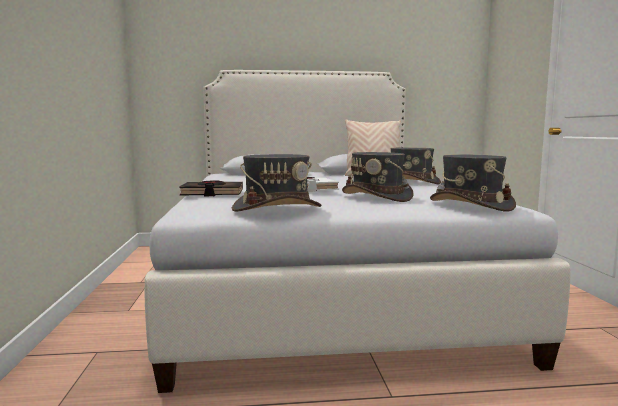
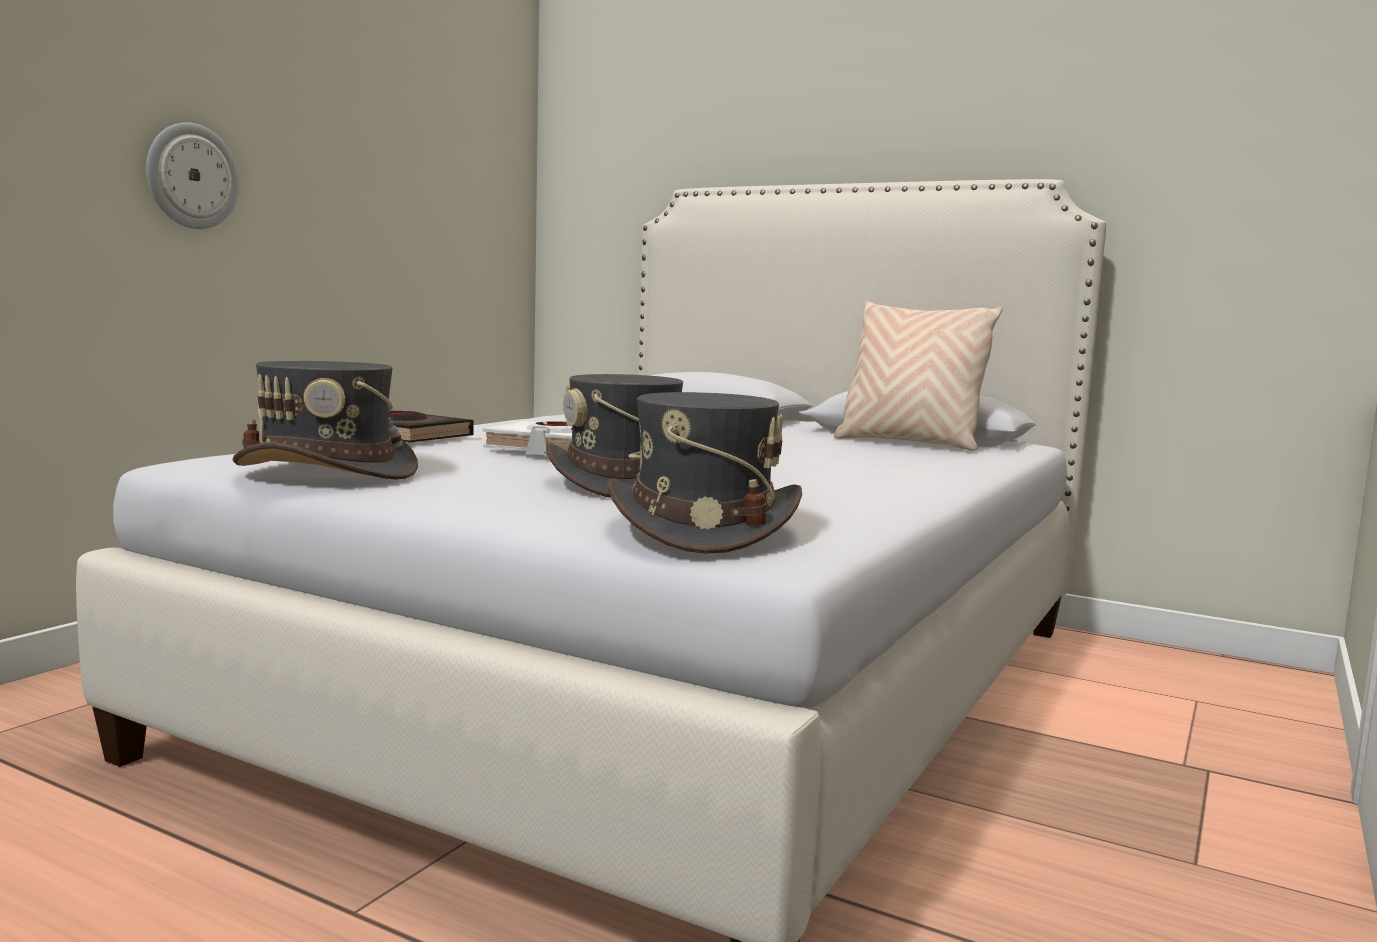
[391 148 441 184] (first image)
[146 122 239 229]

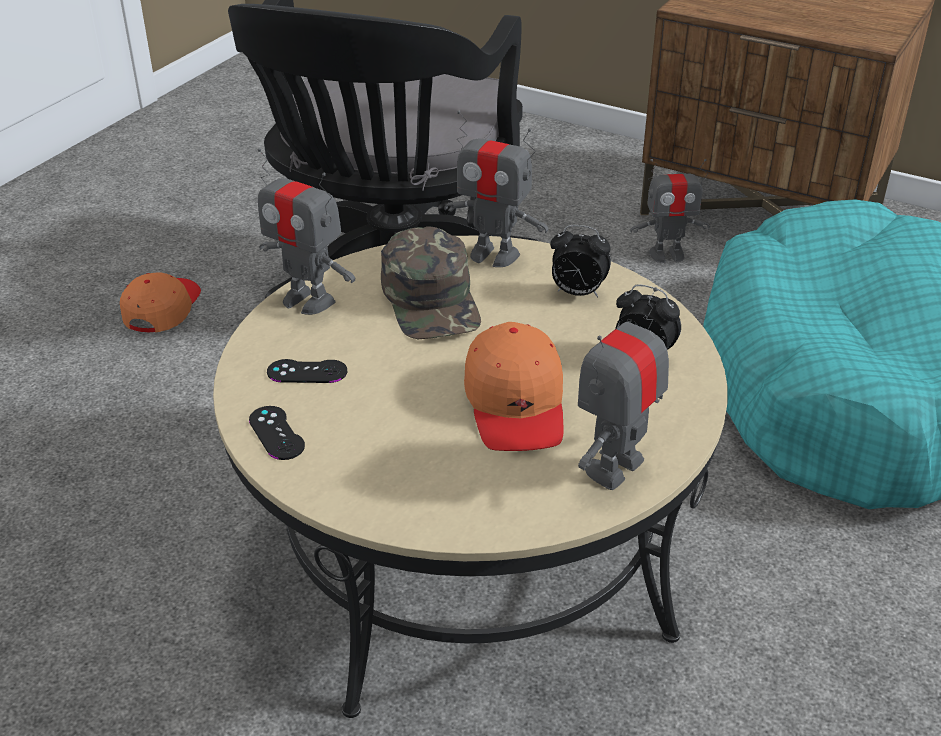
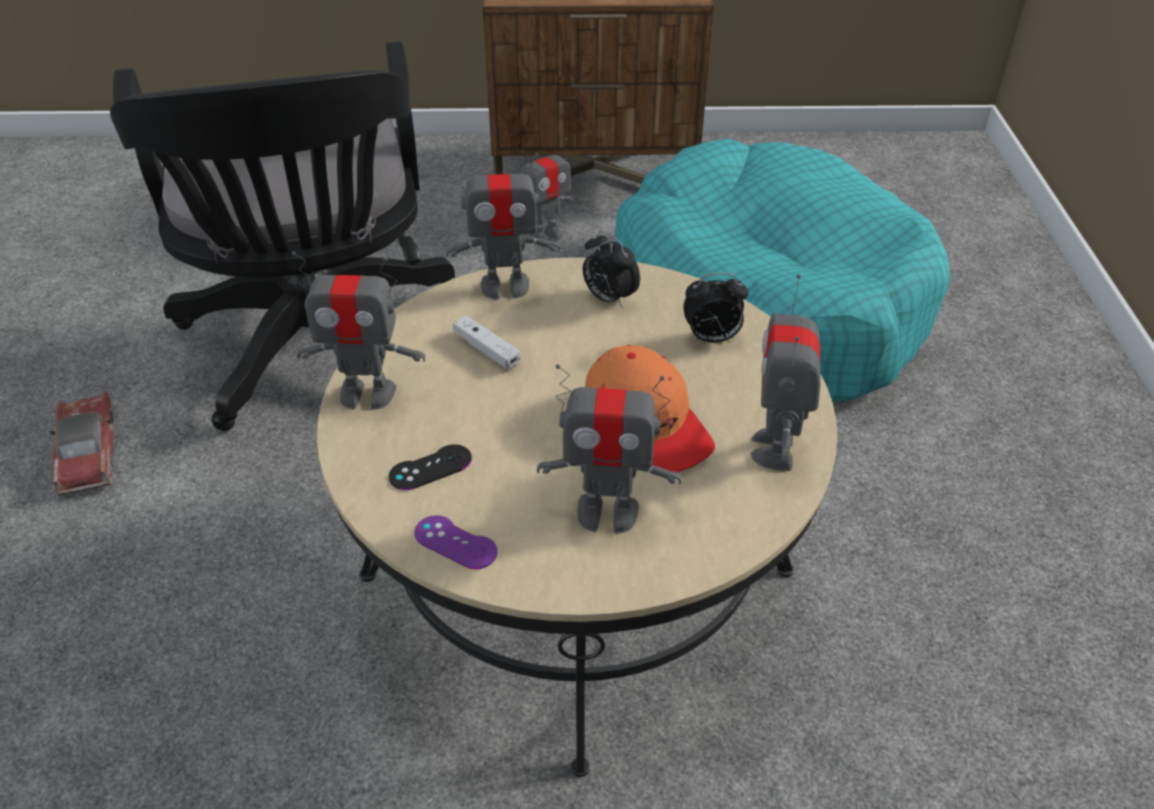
[537 364 682 534]
[49 391 114 496]
[453 315 520 370]
[414 515 497 569]
[583 230 640 308]

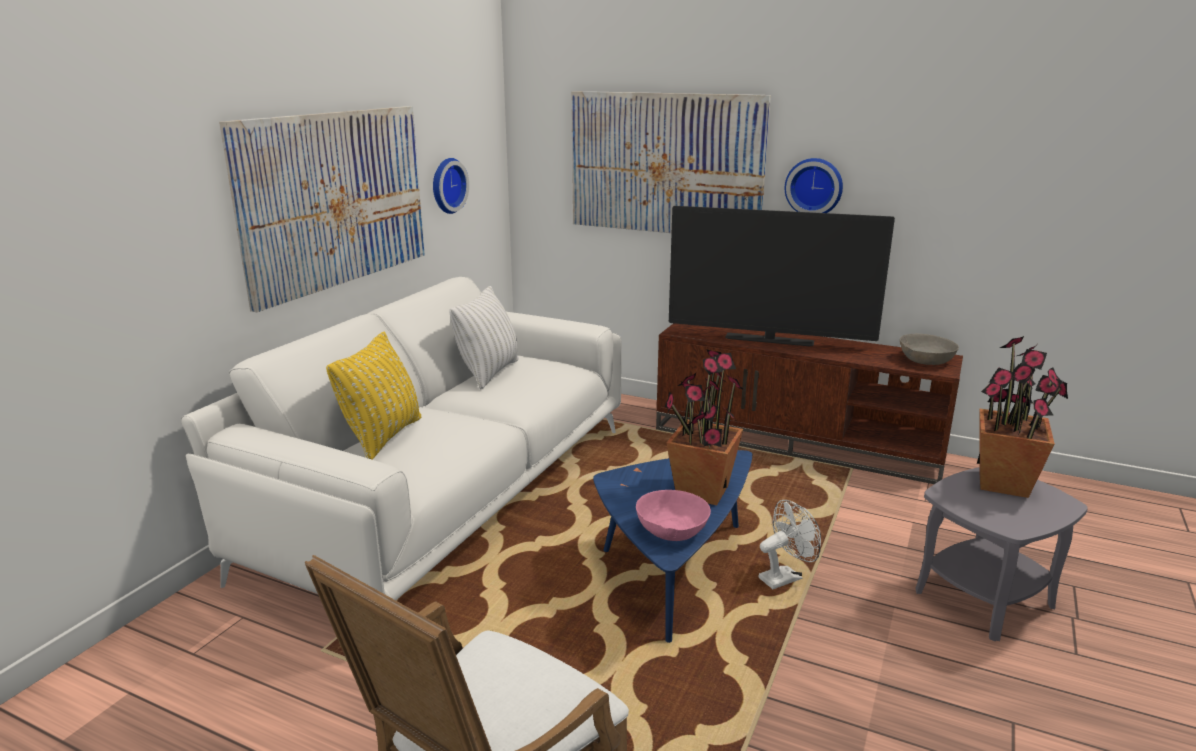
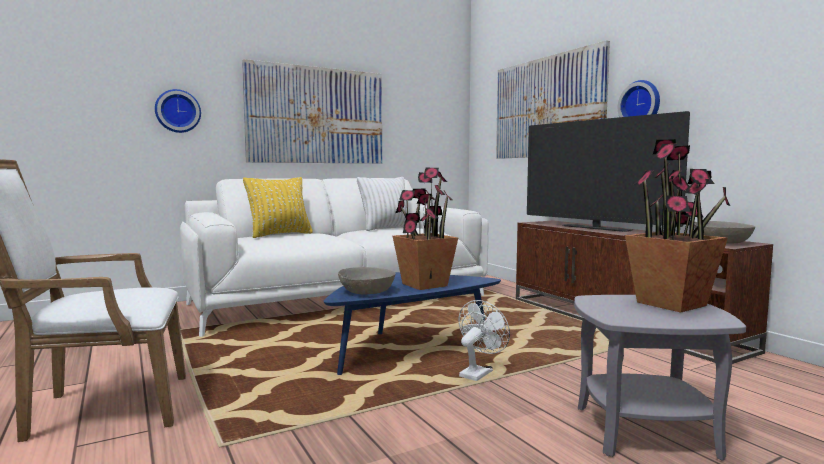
[155 89 201 133]
[338 267 395 294]
[459 300 510 381]

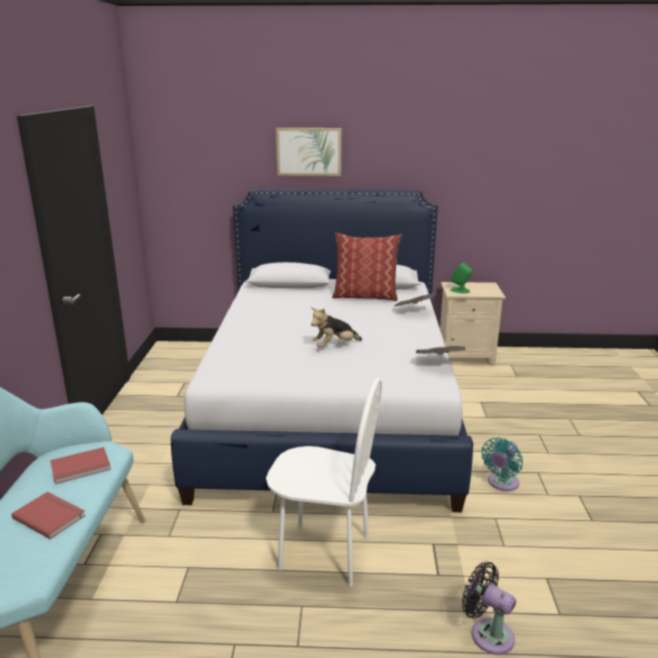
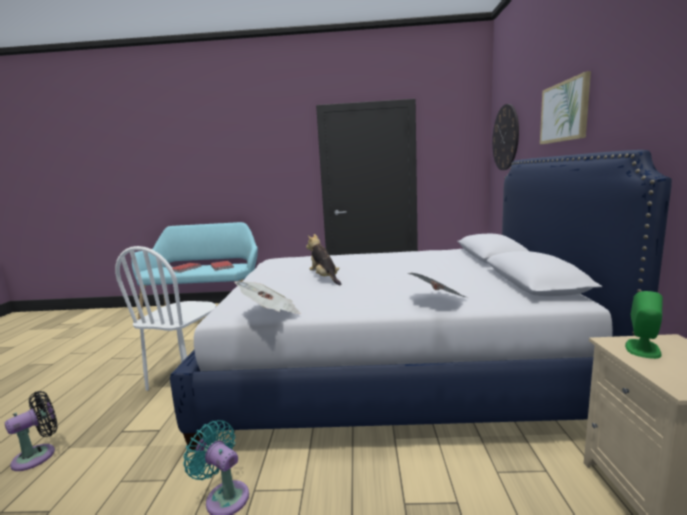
[332 233 402 301] (first image)
[492 104 519 170]

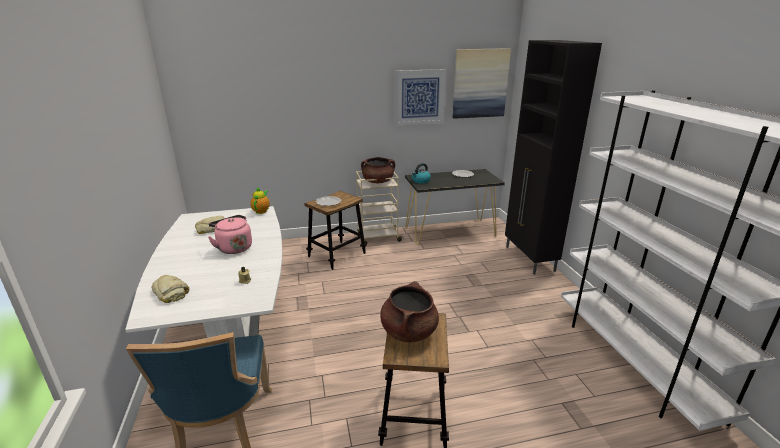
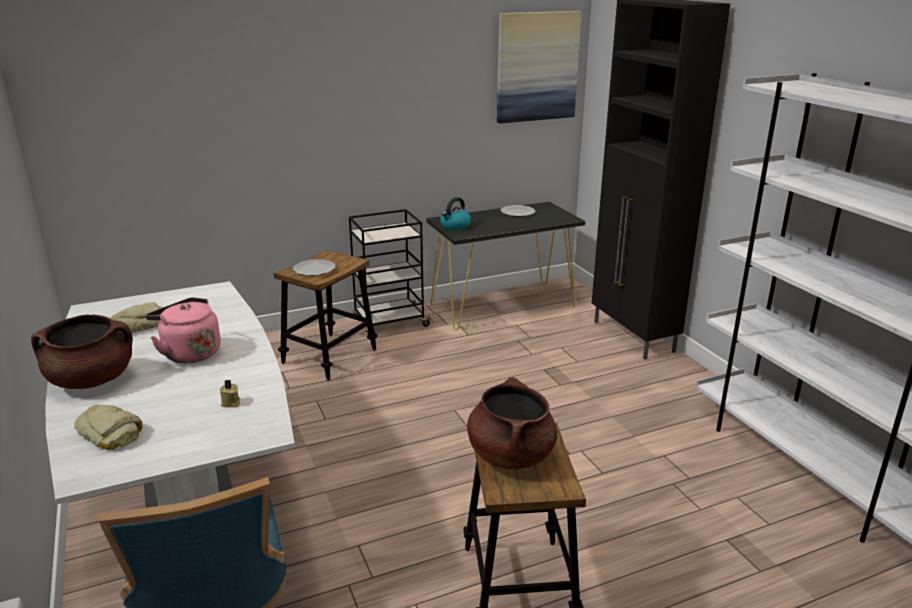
[250 188 270 214] (first image)
[394 69 447 125] (first image)
[31 314 133 389]
[349 209 433 335]

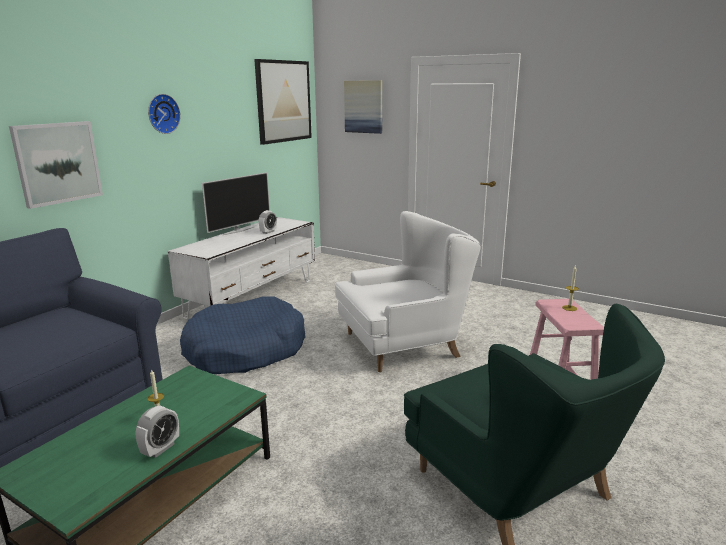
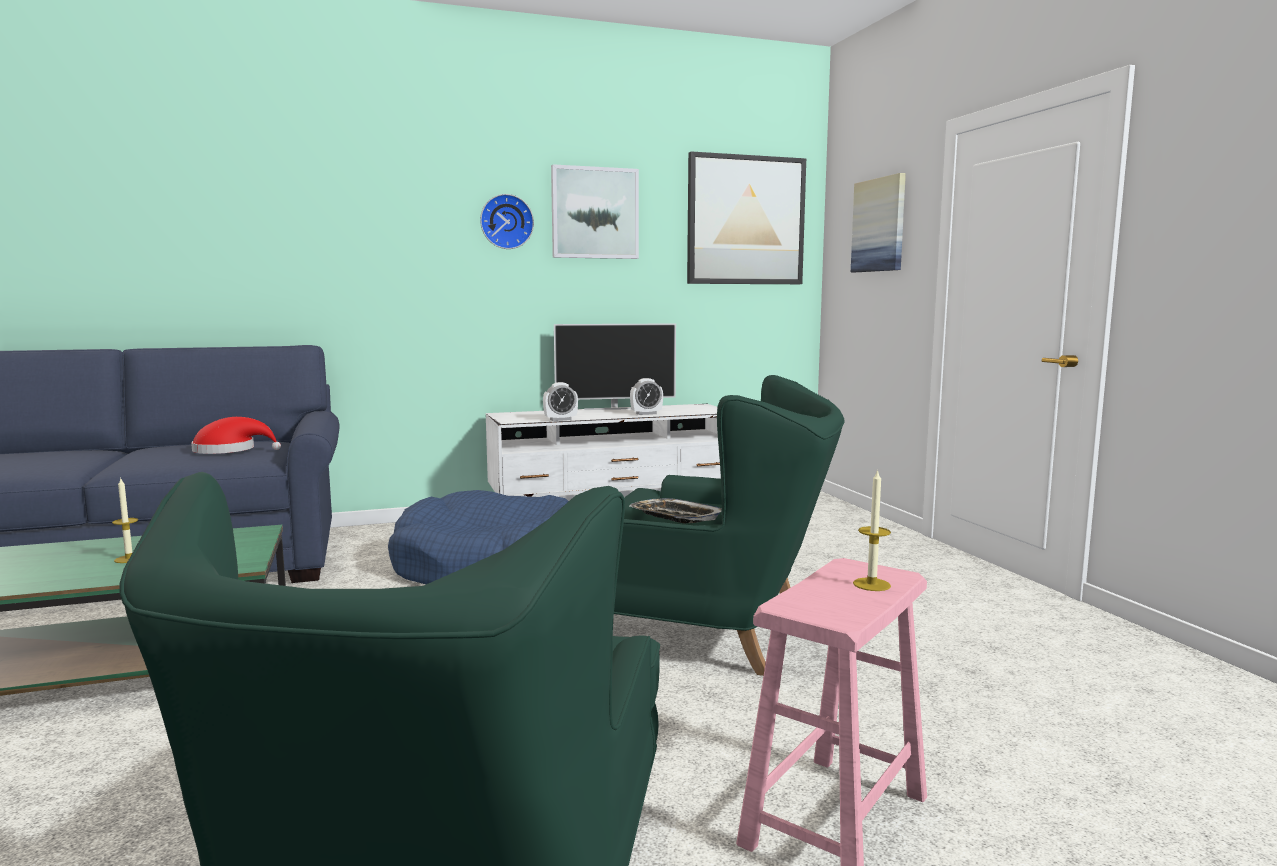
[191 417 281 454]
[629 498 722 524]
[551 164 639 259]
[543 382 578 421]
[614 375 845 676]

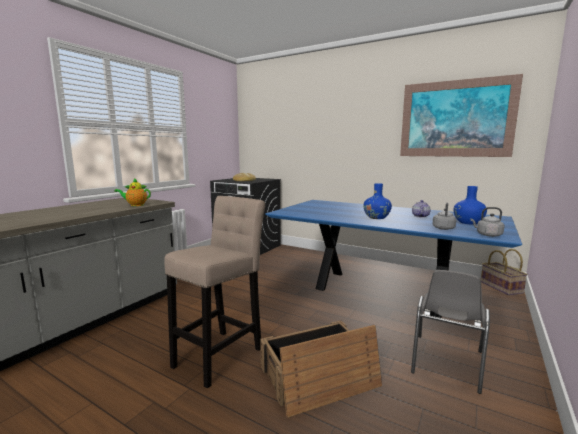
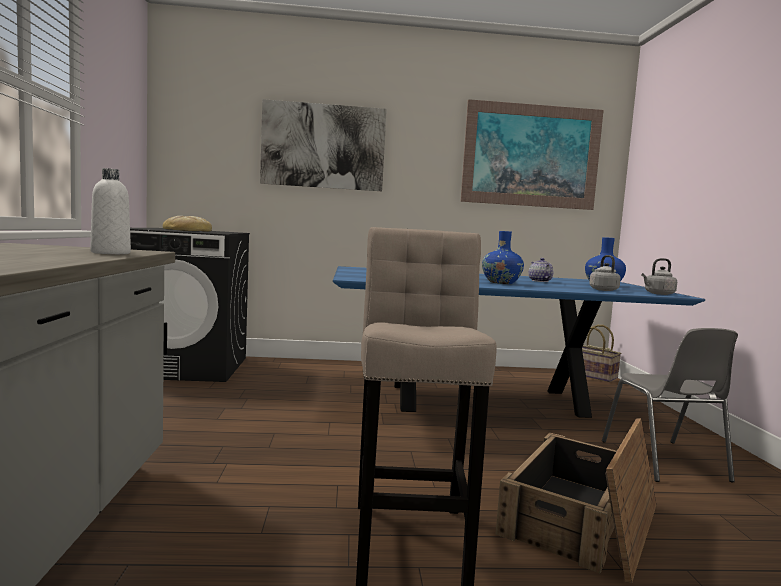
[260 99 387 191]
[90 168 131 254]

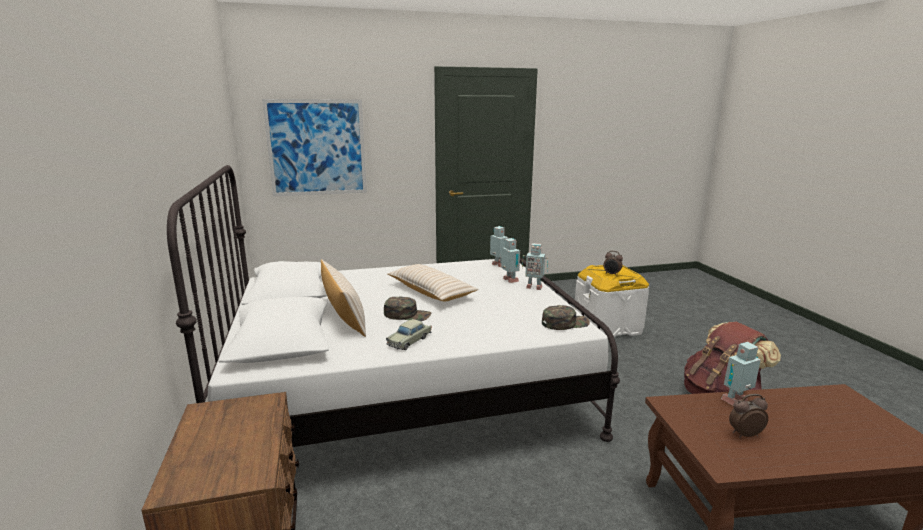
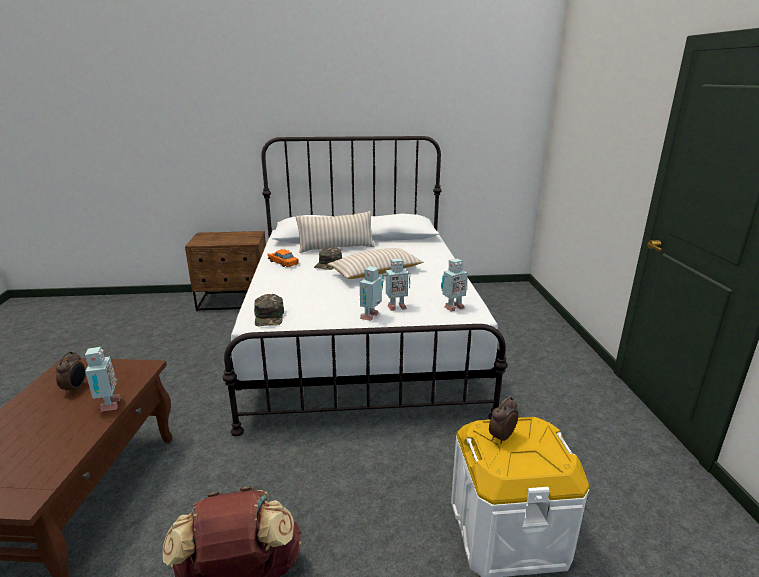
[262 99 367 196] (first image)
[267 249 299 267]

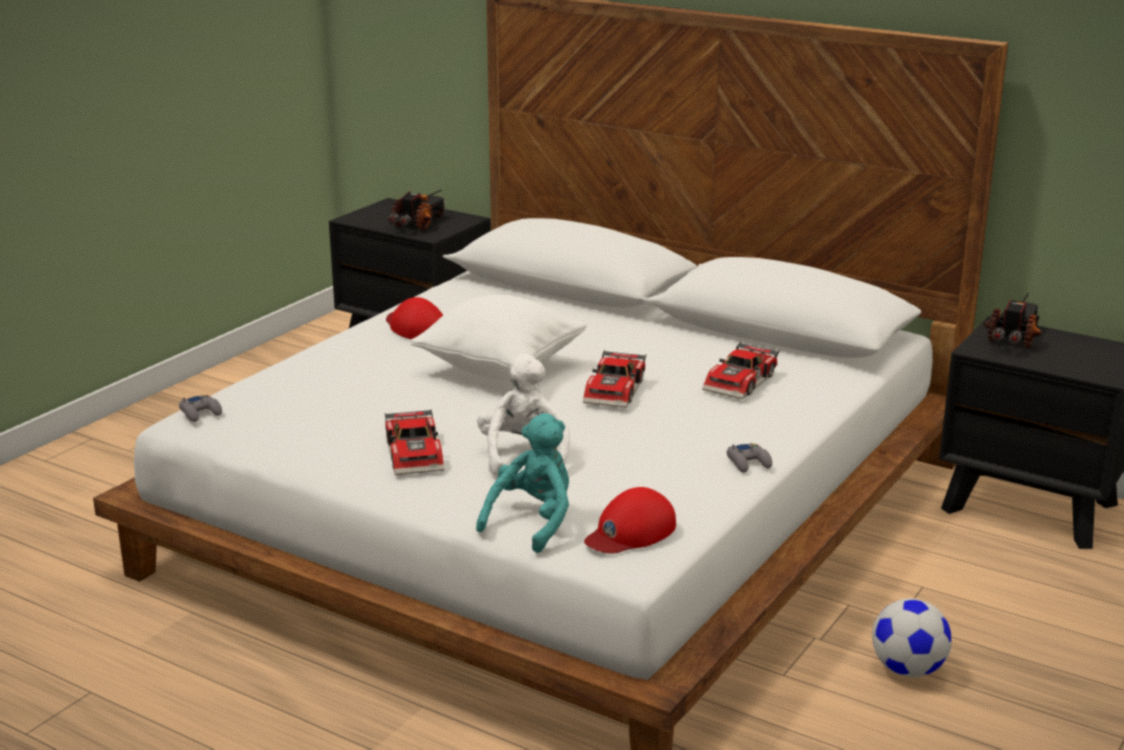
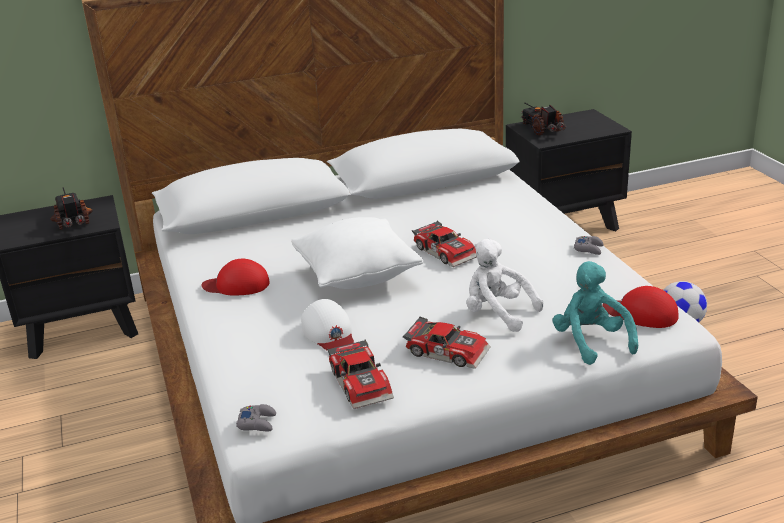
[301 299 354 351]
[327 340 394 409]
[602 286 678 328]

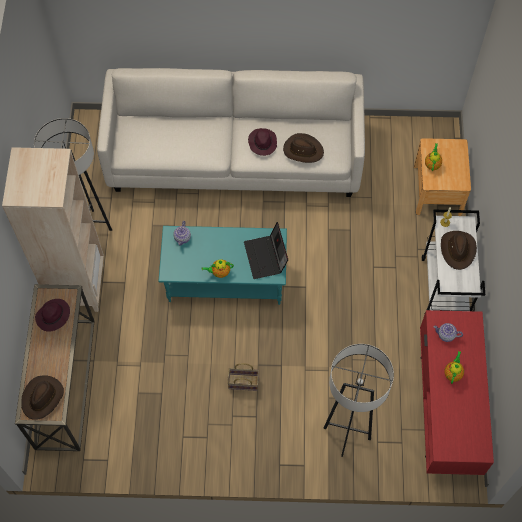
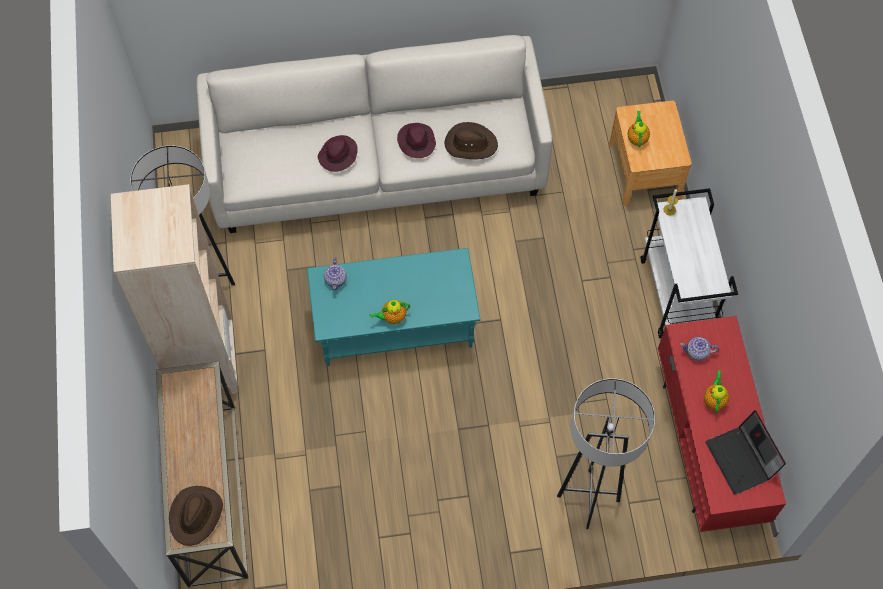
[227 363 259 391] (first image)
[441 231 477 270] (first image)
[318 135 358 172]
[706 410 786 495]

